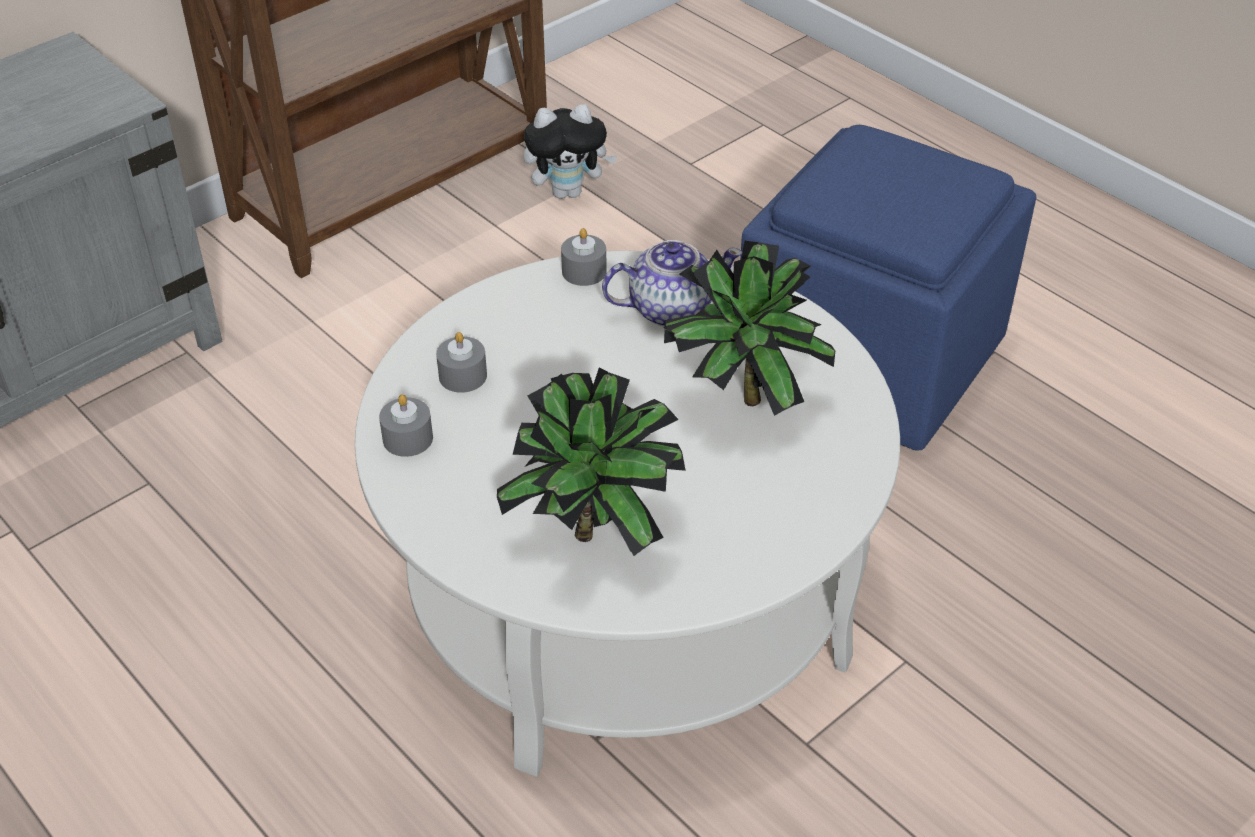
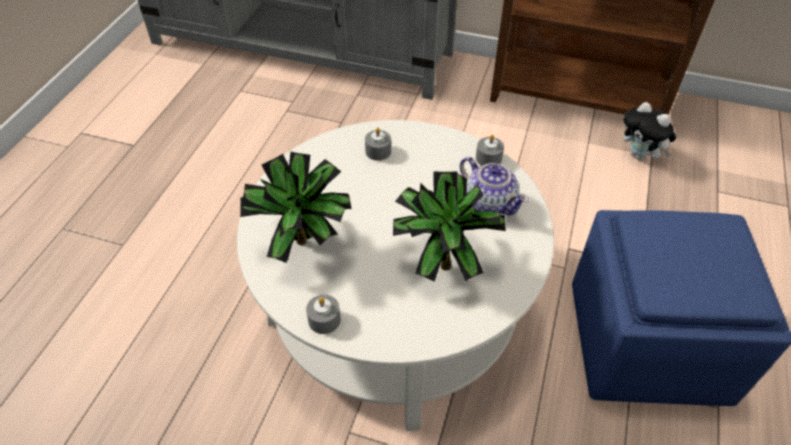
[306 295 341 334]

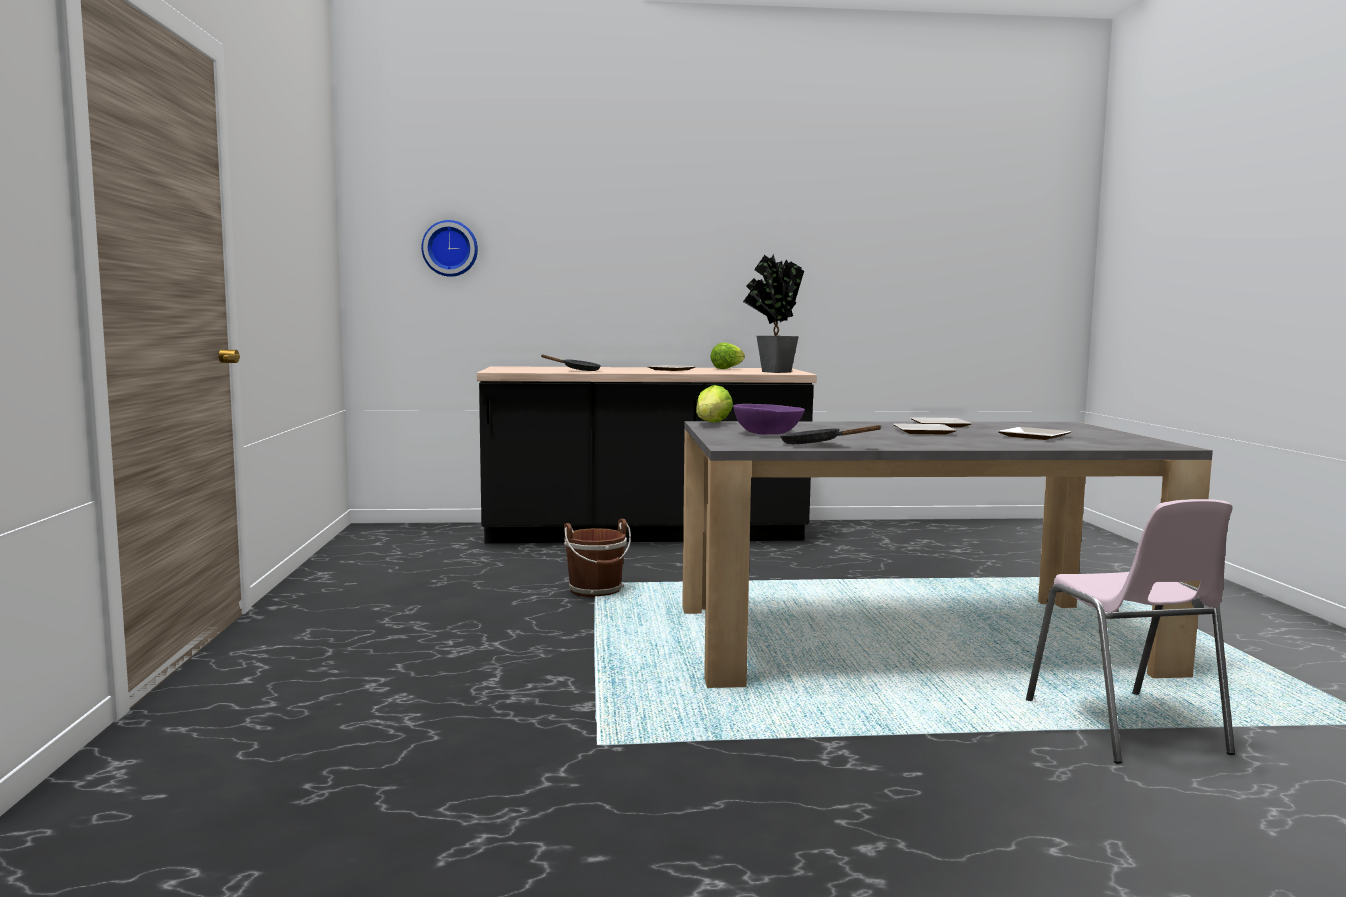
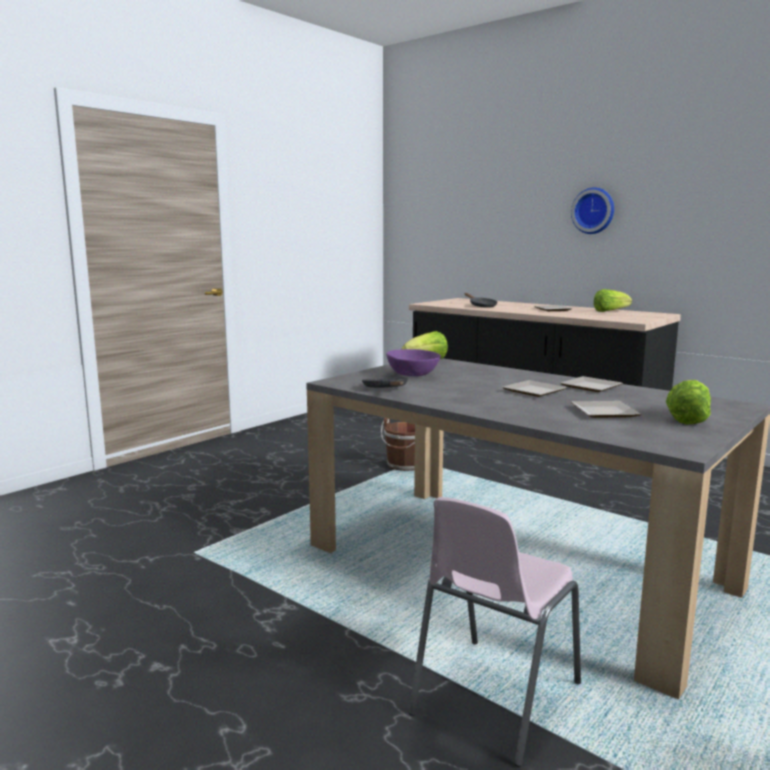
[743 254 804 373] (first image)
[666 380 711 424]
[571 187 614 234]

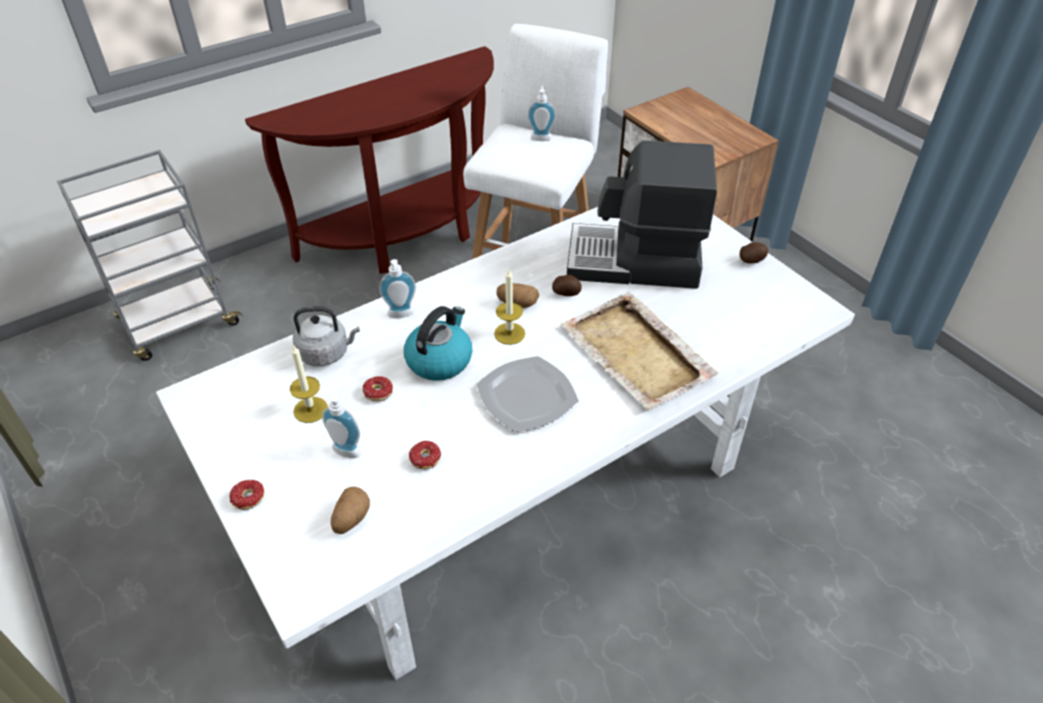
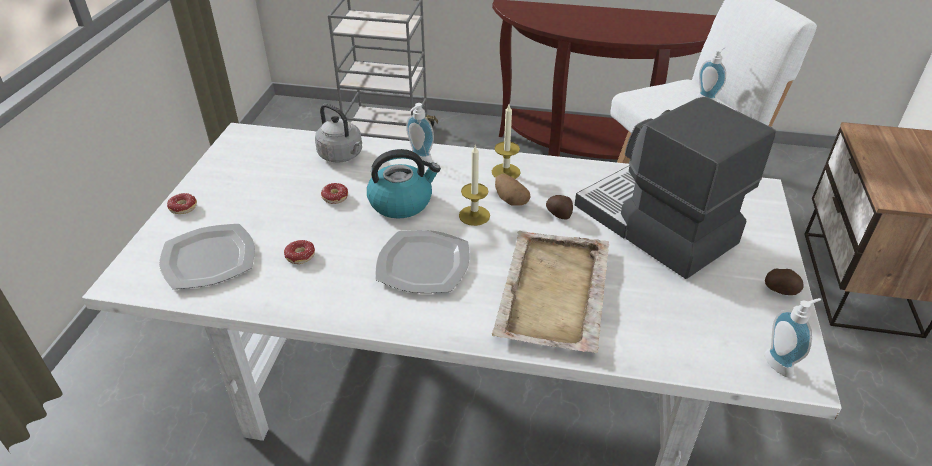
[492 104 521 179]
[764 298 821 378]
[159 224 255 289]

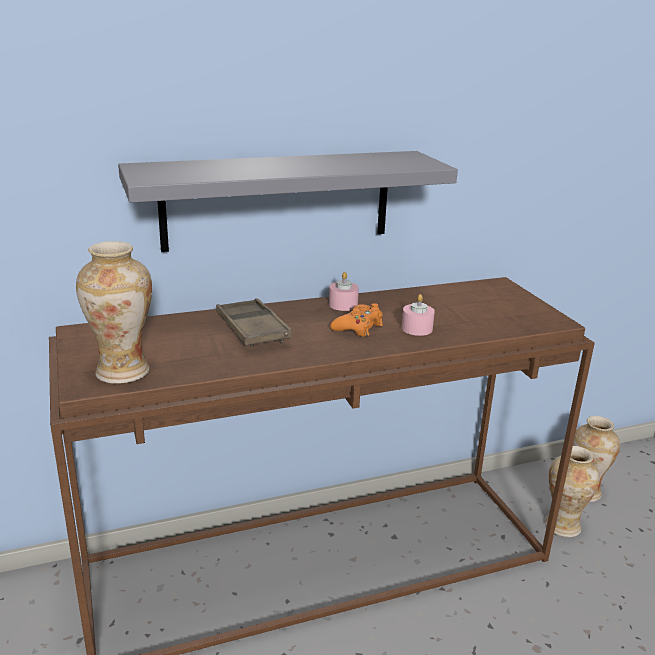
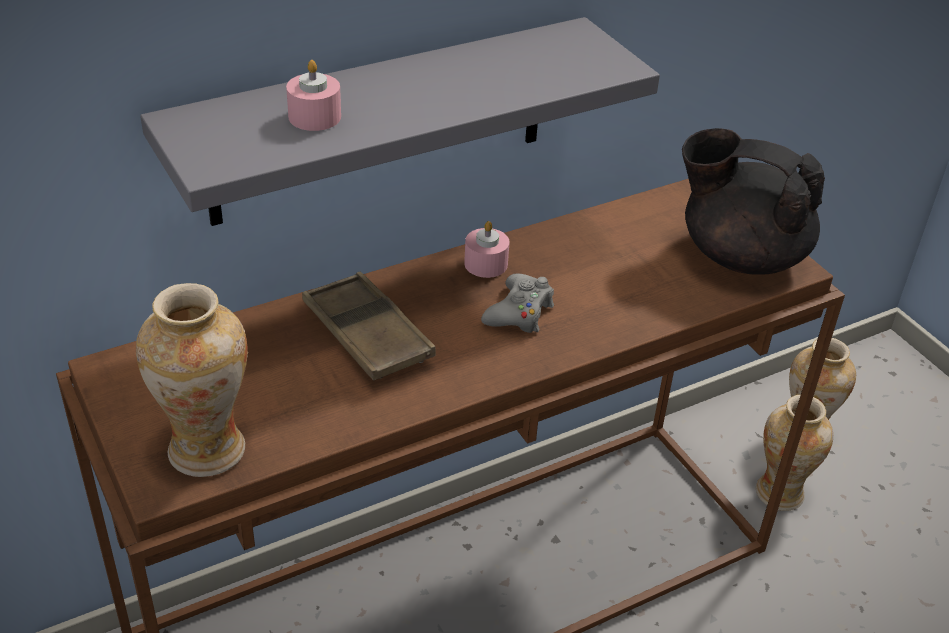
[682 128 825 275]
[286 60 341 131]
[481 273 554 333]

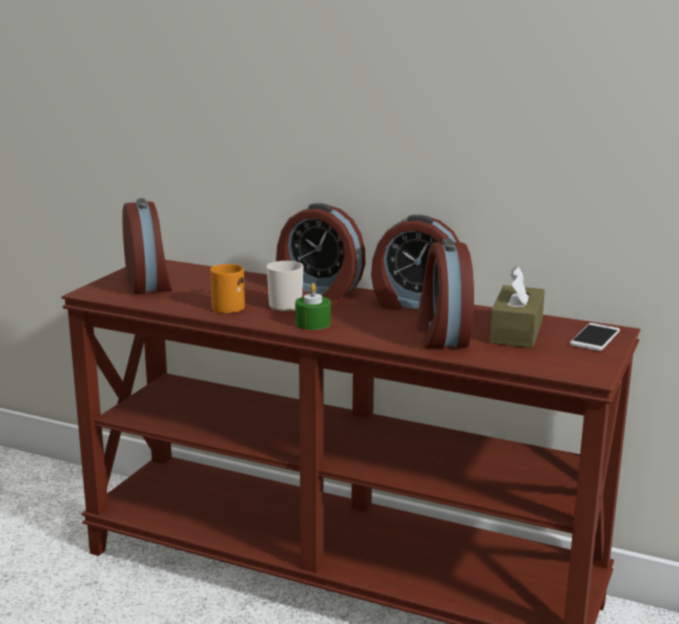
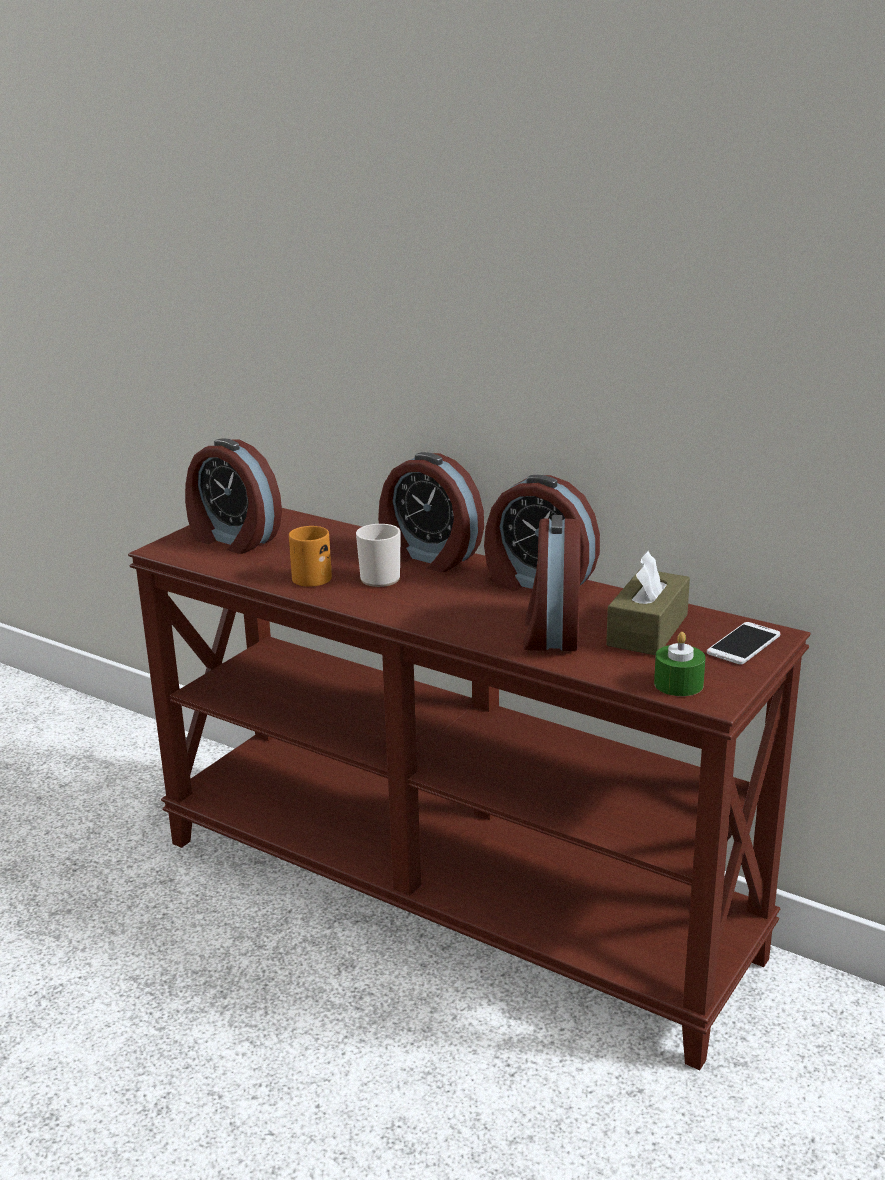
[654 632 706 696]
[185 438 282 554]

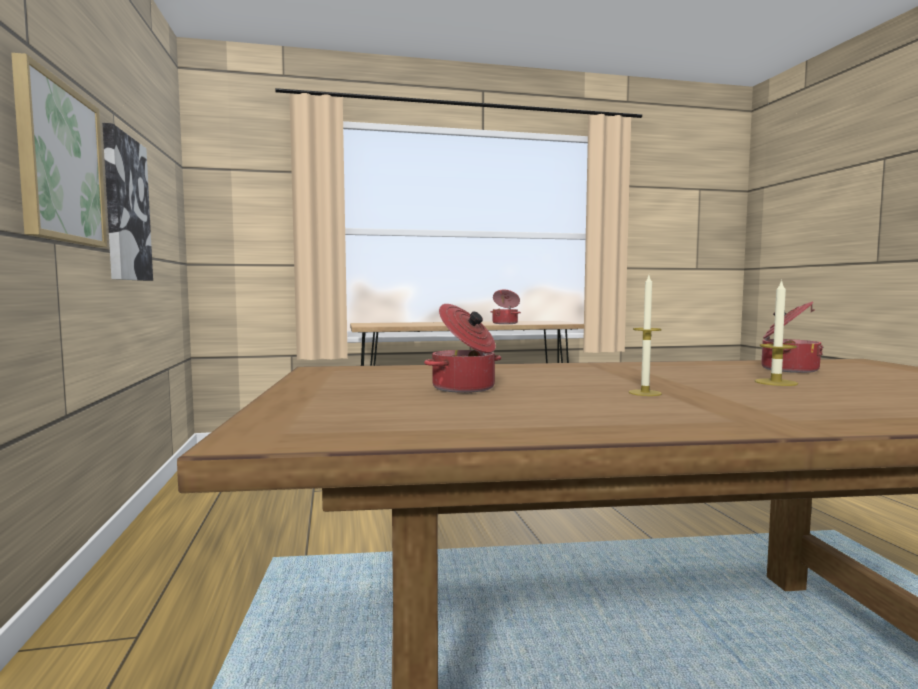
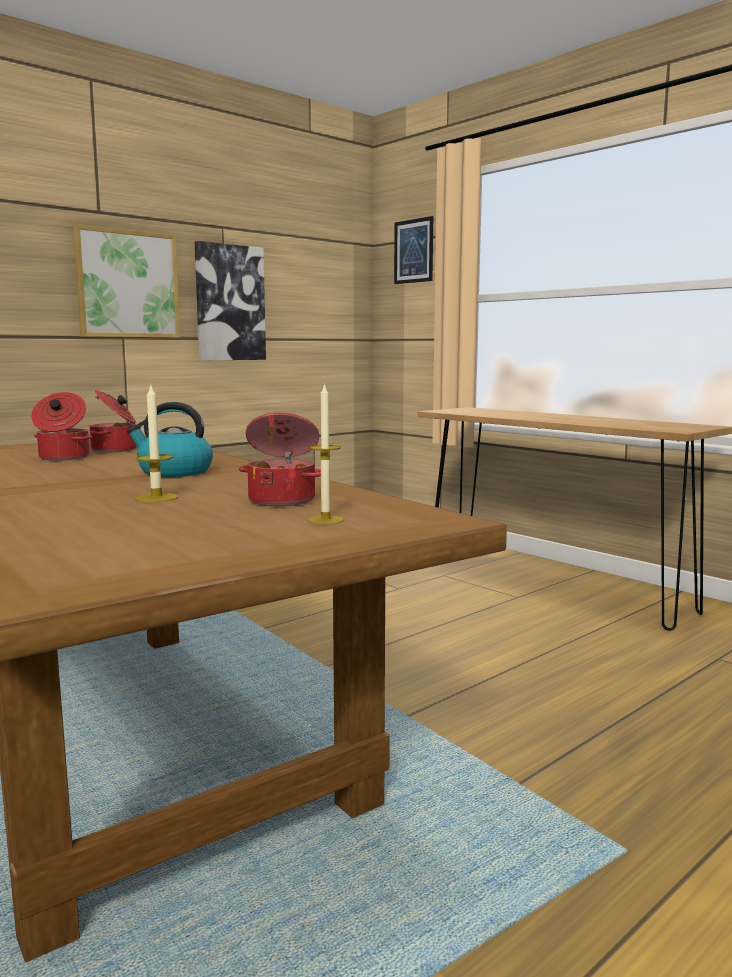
[127 402 213 477]
[394 216 433 284]
[90 390 137 452]
[308 383 344 524]

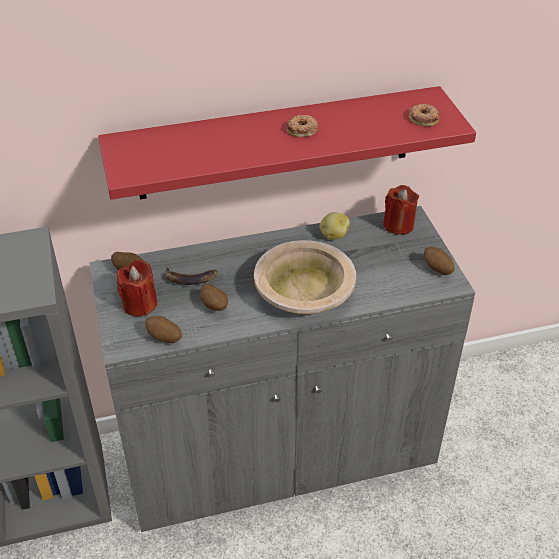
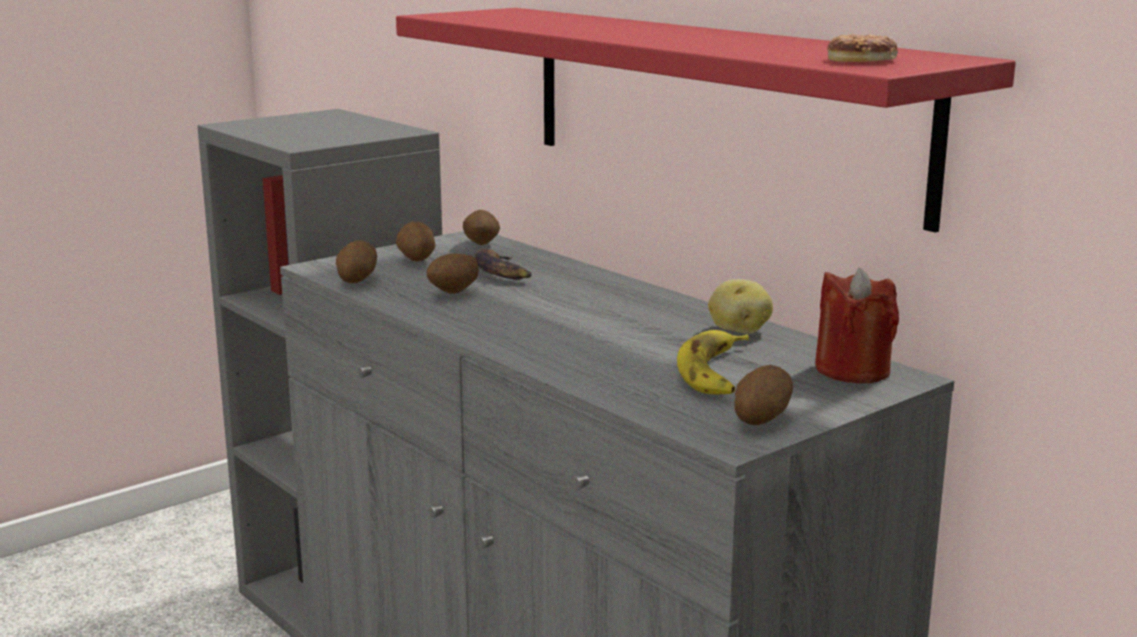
[254 240 356 315] (first image)
[287 115 318 137] (first image)
[677 330 749 394]
[396 221 435 262]

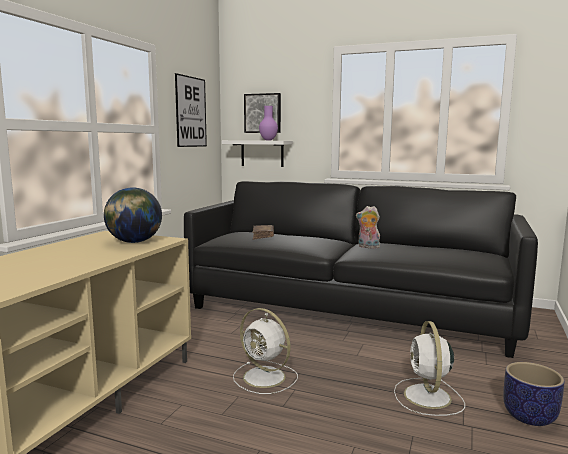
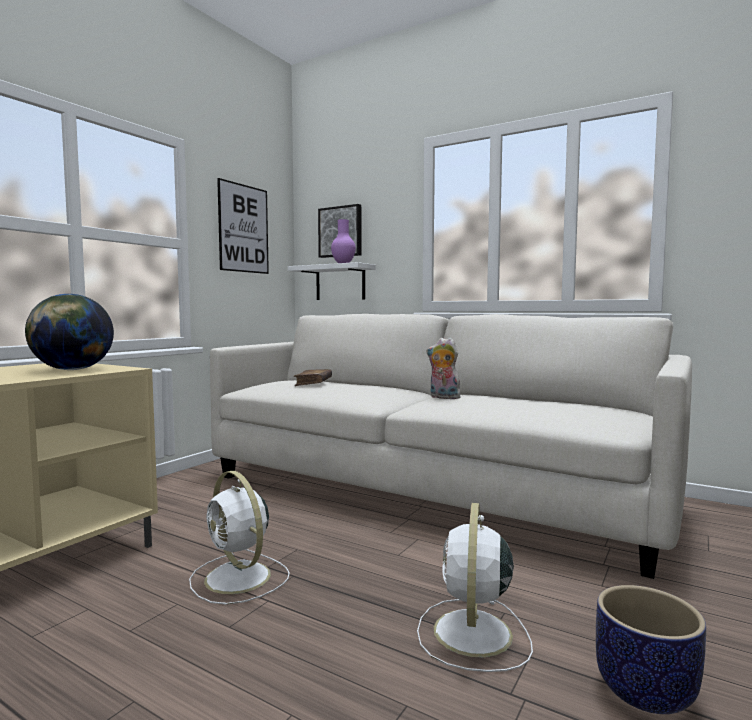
[210 314 692 579]

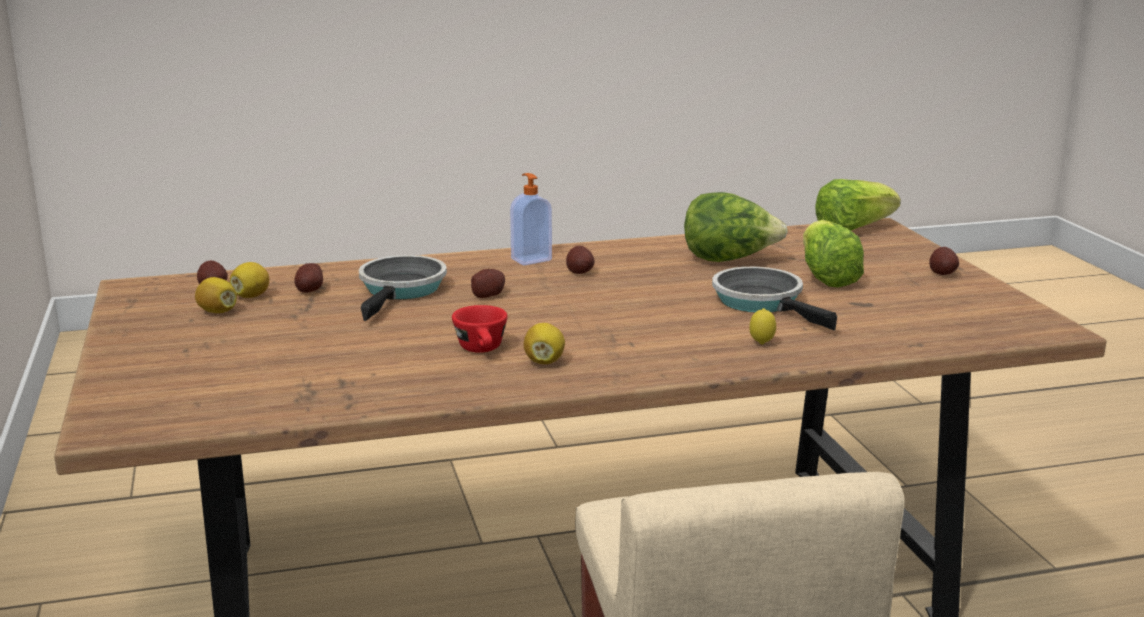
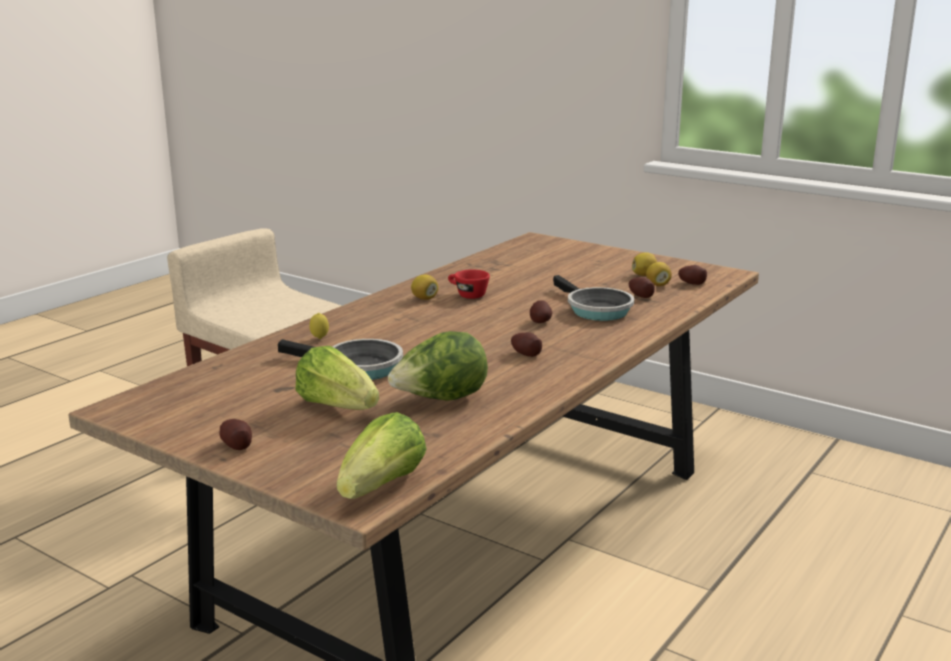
[510 173 552 266] (first image)

